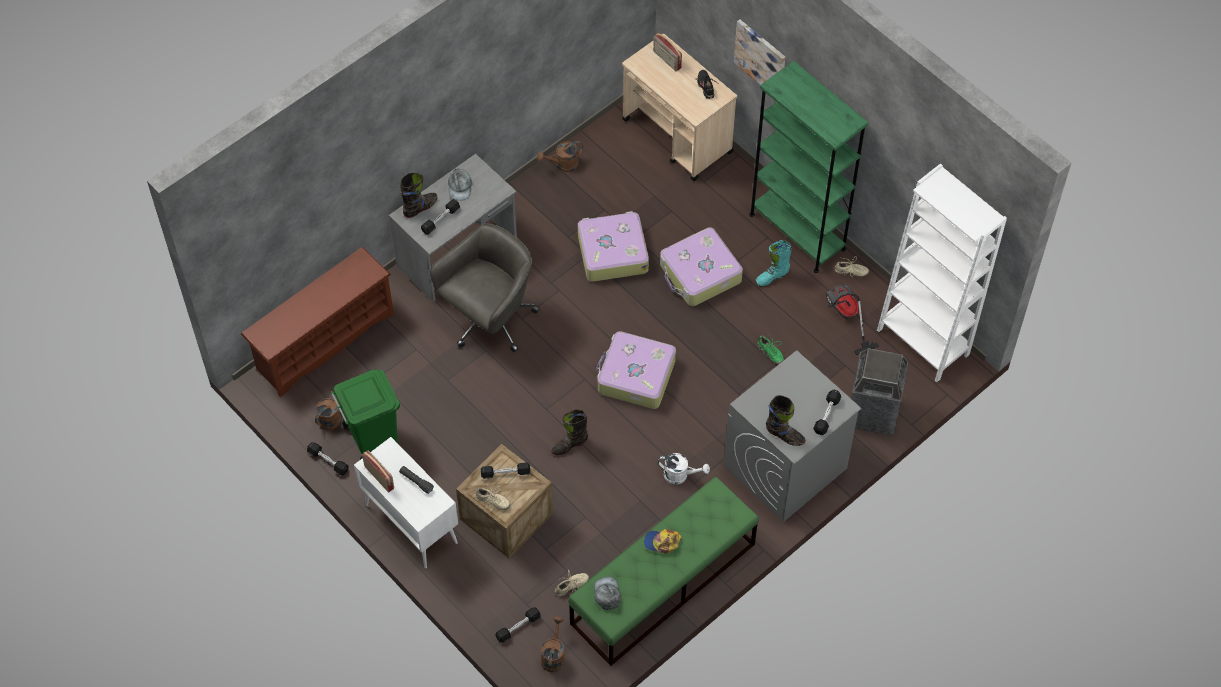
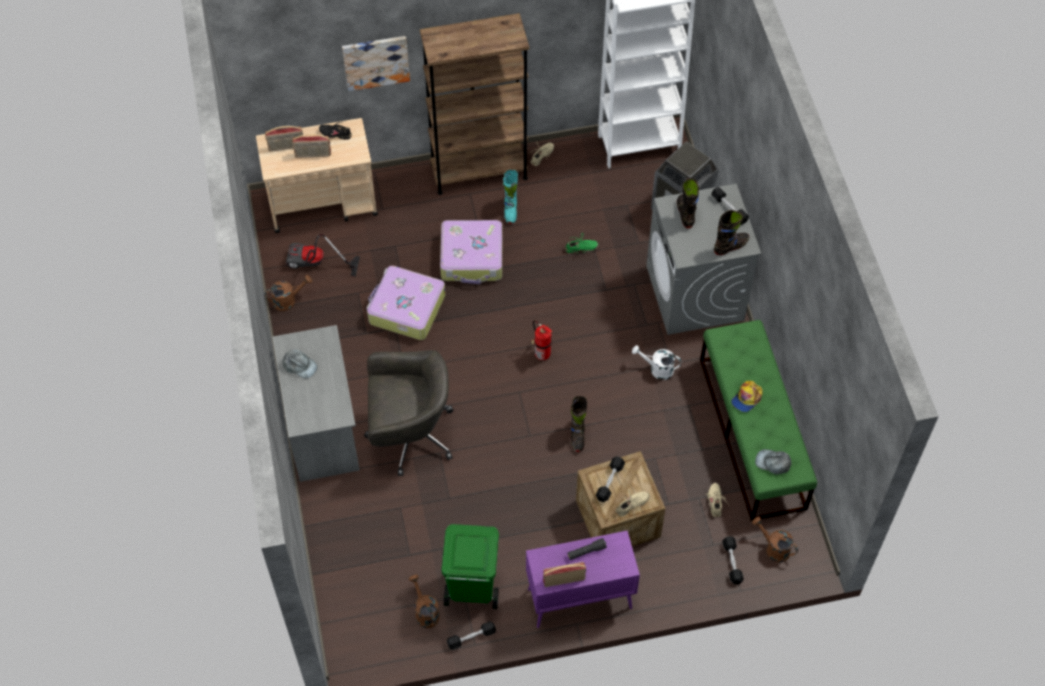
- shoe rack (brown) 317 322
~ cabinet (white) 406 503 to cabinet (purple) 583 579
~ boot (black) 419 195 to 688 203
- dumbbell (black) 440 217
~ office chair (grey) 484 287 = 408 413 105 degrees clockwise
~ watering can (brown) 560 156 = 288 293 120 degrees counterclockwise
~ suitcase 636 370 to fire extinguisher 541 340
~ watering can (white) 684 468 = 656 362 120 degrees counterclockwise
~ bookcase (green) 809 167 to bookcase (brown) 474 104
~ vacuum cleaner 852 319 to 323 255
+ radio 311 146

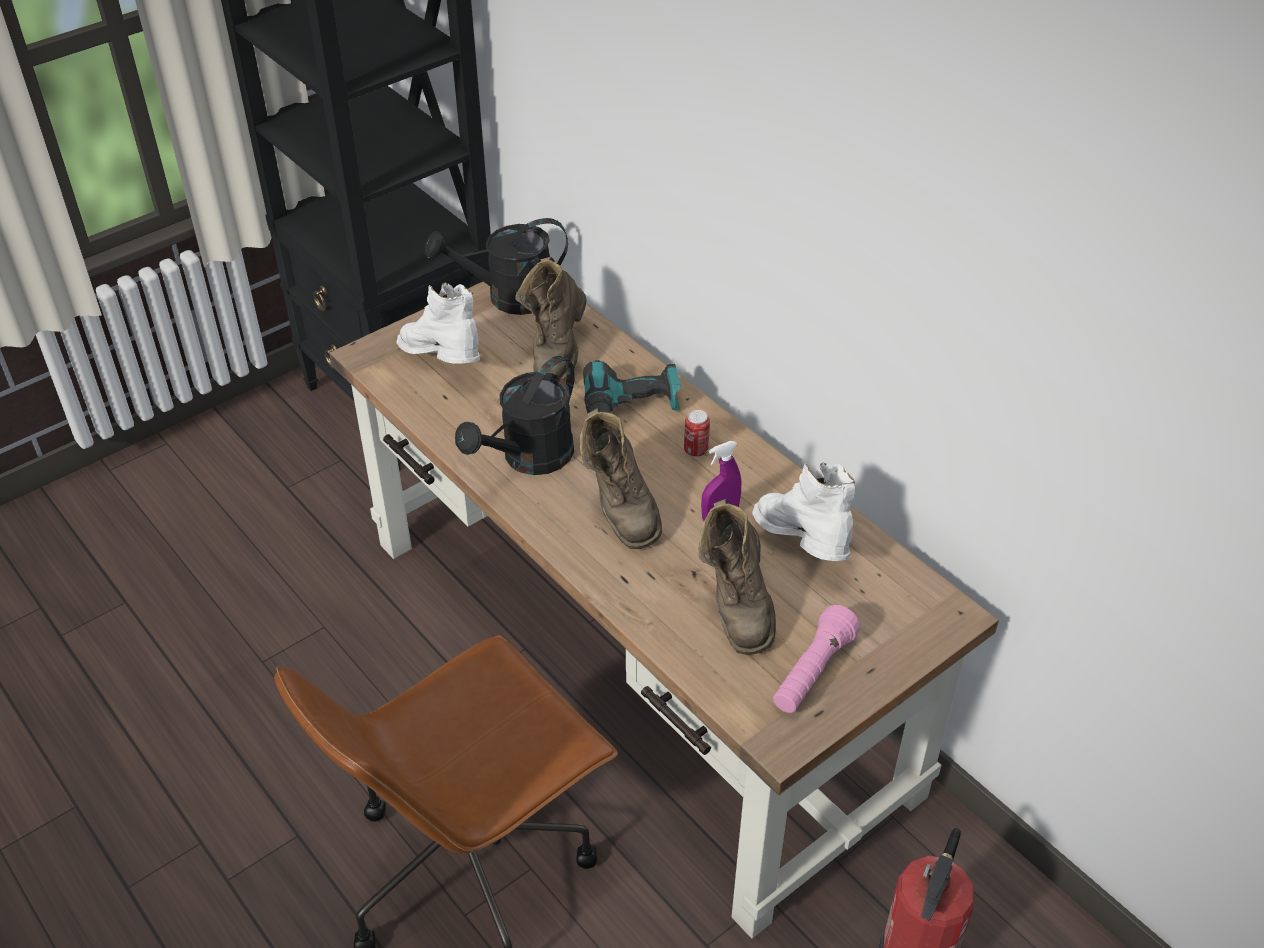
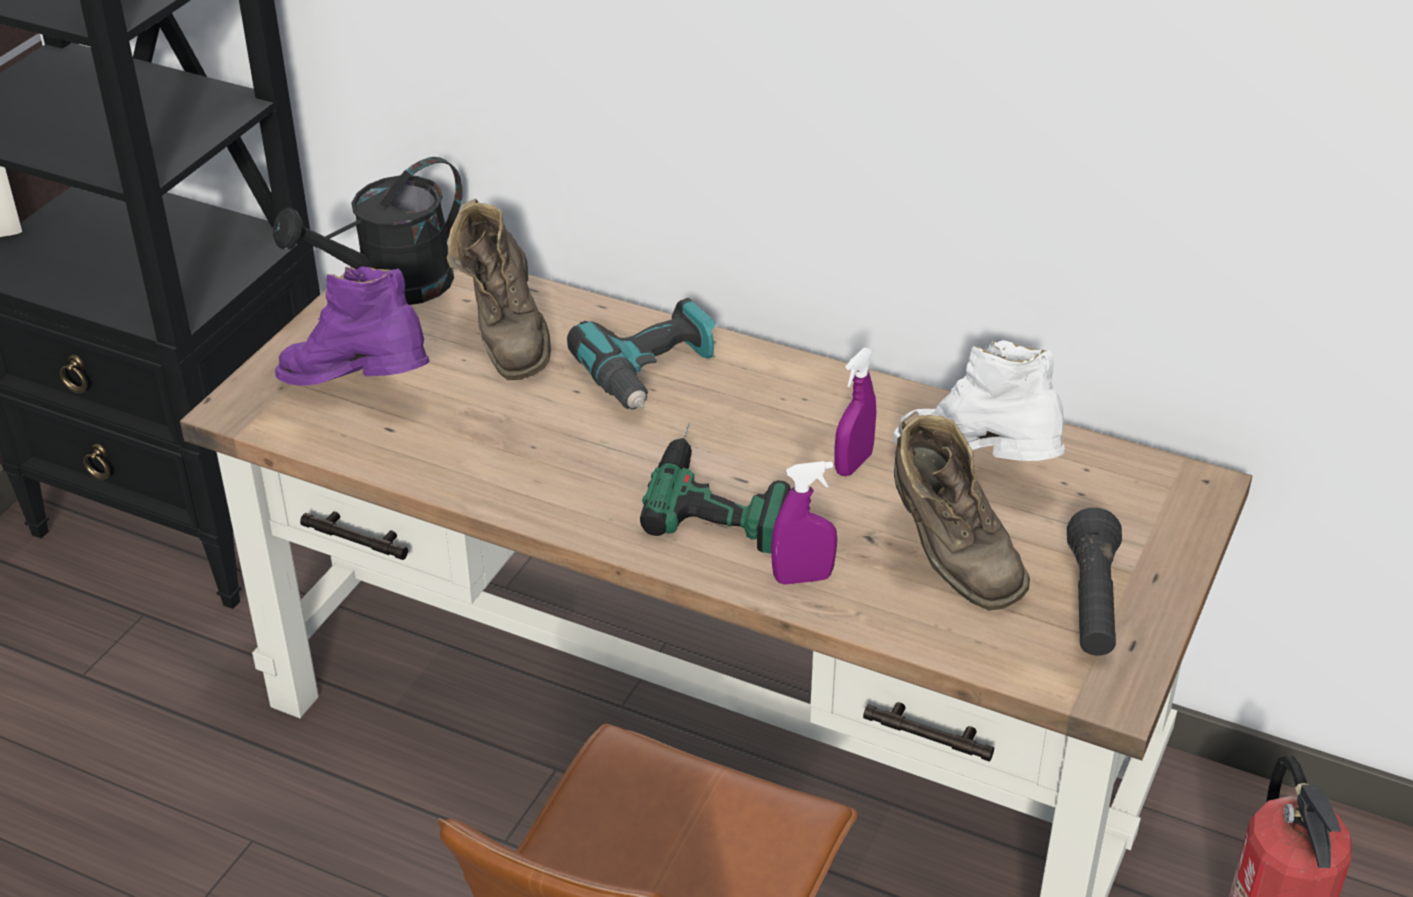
~ boot (white) 438 323 to boot (purple) 352 326
- watering can (black) 515 415
~ boot (brown) 621 478 to power drill 715 488
- can 697 433
~ flashlight (pink) 816 659 to flashlight (black) 1094 582
+ spray bottle (purple) 804 523

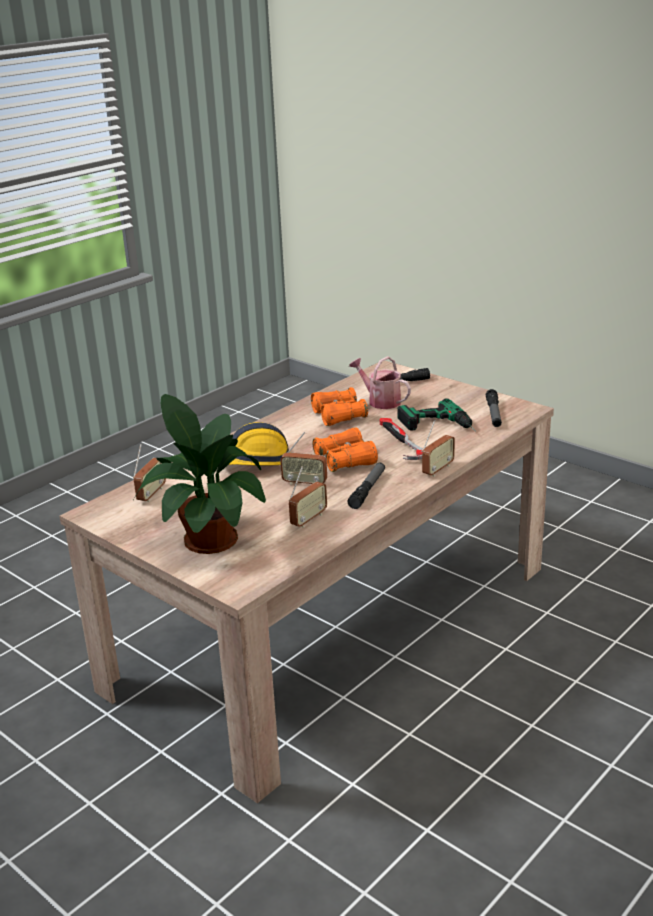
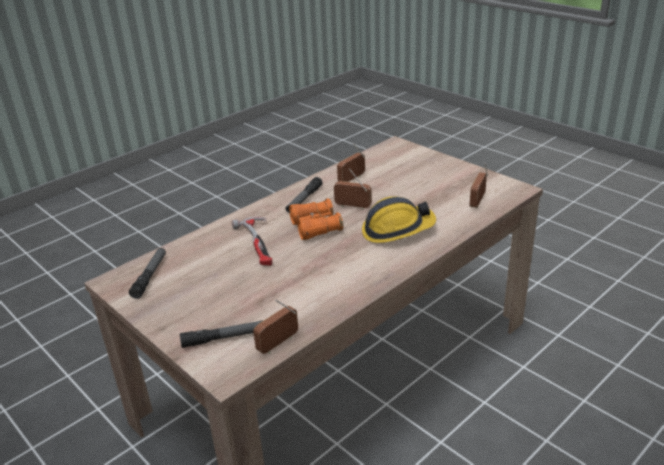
- potted plant 199 474
- binoculars (orange) 339 406
- watering can 380 382
- power drill 436 414
~ radio 438 448 to 275 327

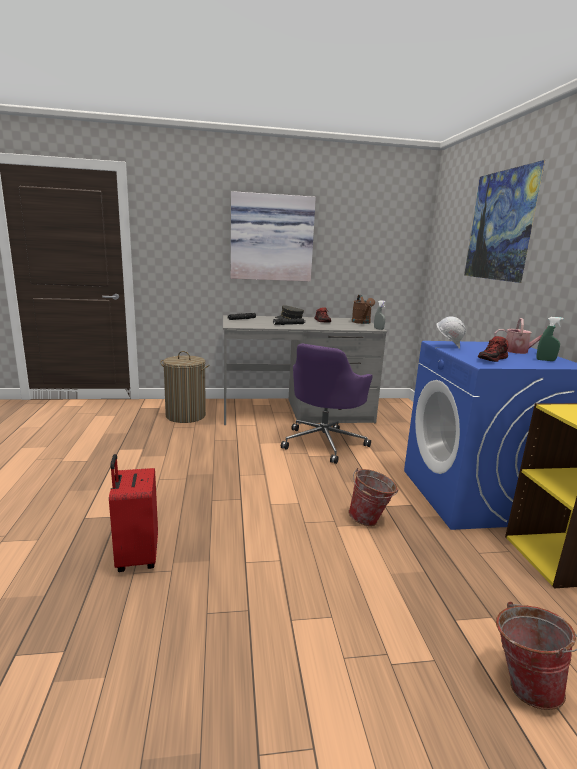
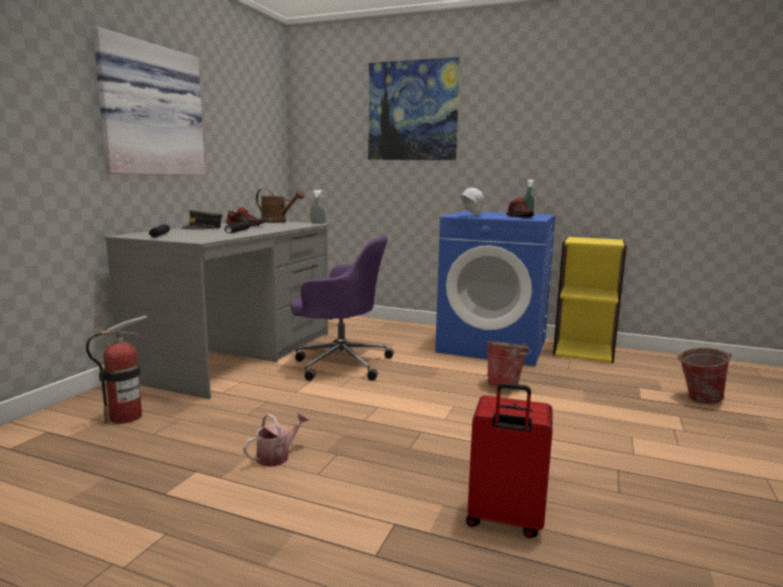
~ laundry basket 185 387 to fire extinguisher 117 370
~ office chair (purple) 327 403 = 342 308 45 degrees counterclockwise
~ watering can 524 336 to 276 440

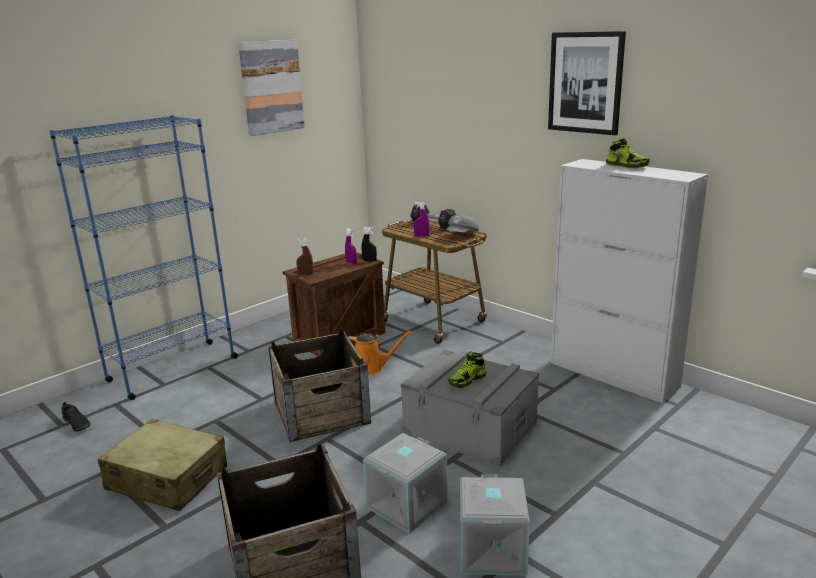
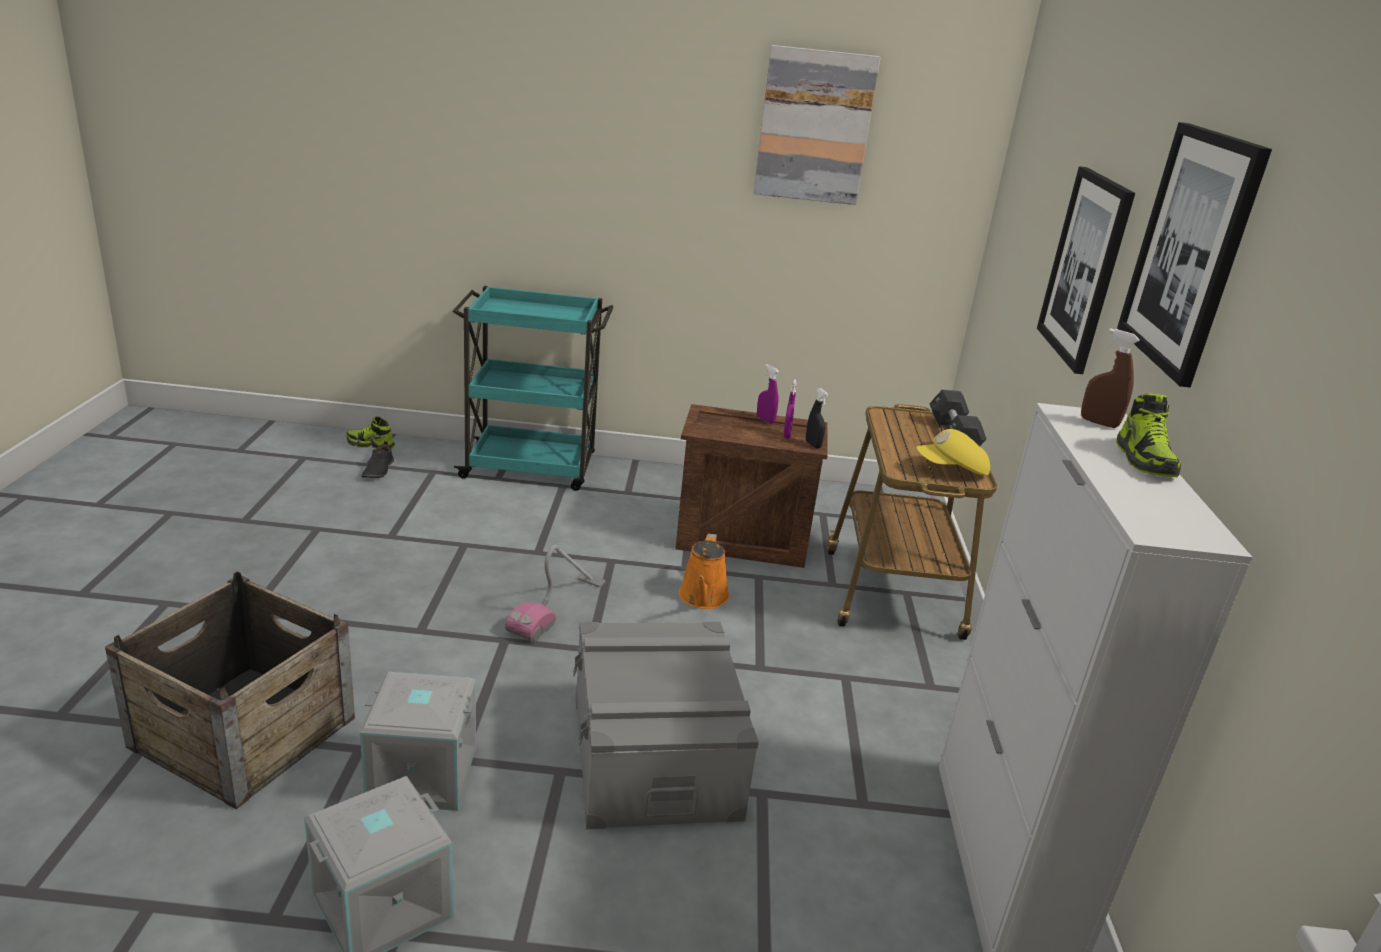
~ bookcase (blue) 143 257 to cart (turquoise) 532 388
- suitcase (beige) 162 465
~ crate 319 385 to vacuum cleaner 555 593
~ spray bottle (brown) 304 257 to 1110 378
~ watering can (orange) 380 353 = 704 571 45 degrees clockwise
~ spray bottle (purple) 422 219 to 768 394
~ cap (grey) 462 223 to cap (yellow) 953 452
~ shoe 467 370 to 370 432
+ picture 1086 270

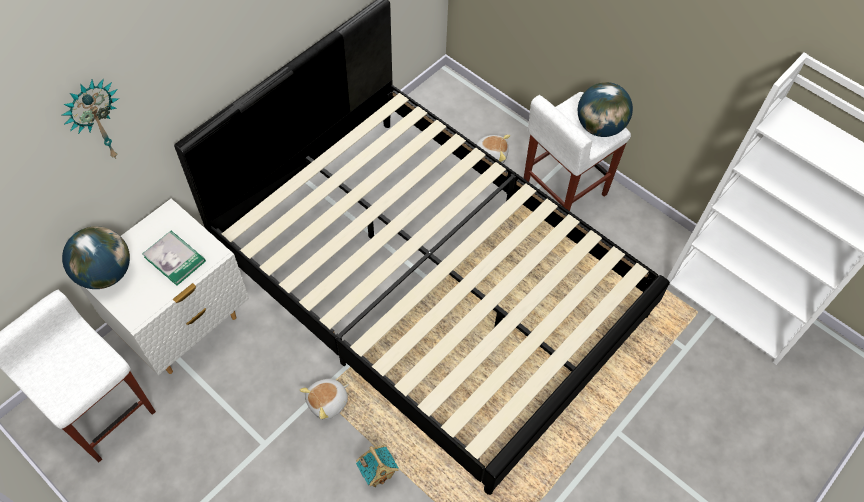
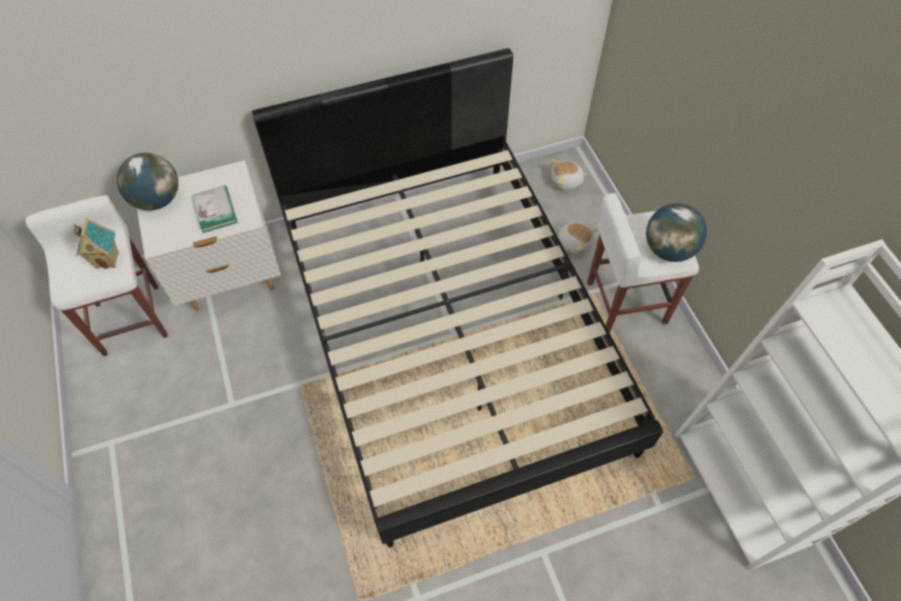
- wall clock 90 118
~ plush toy 324 399 to 568 174
~ toy house 377 466 to 96 243

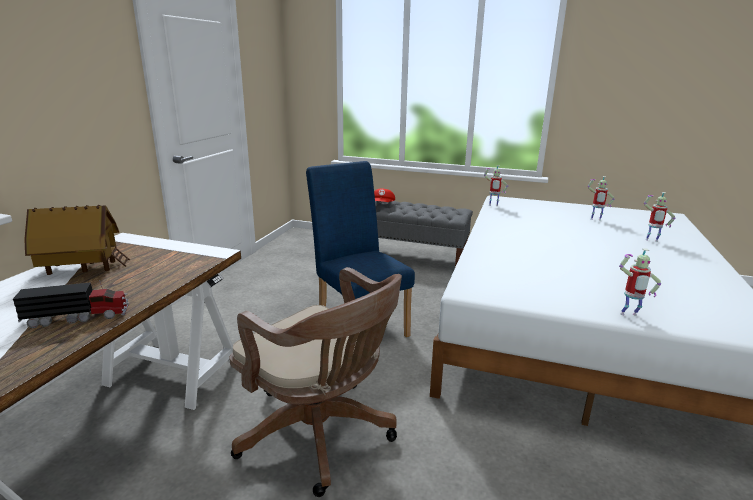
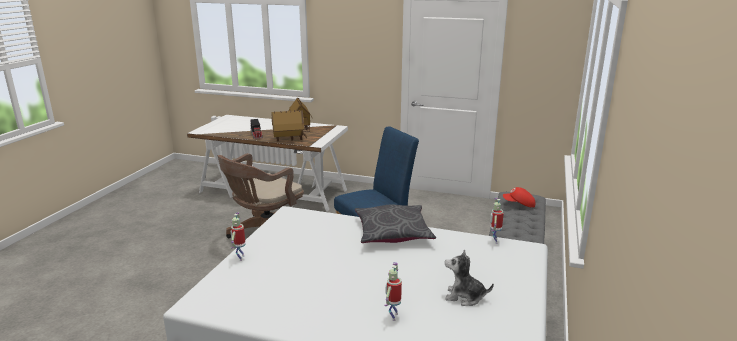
~ toy robot 601 198 to plush toy 469 278
+ toy house 289 125
+ pillow (grey) 395 224

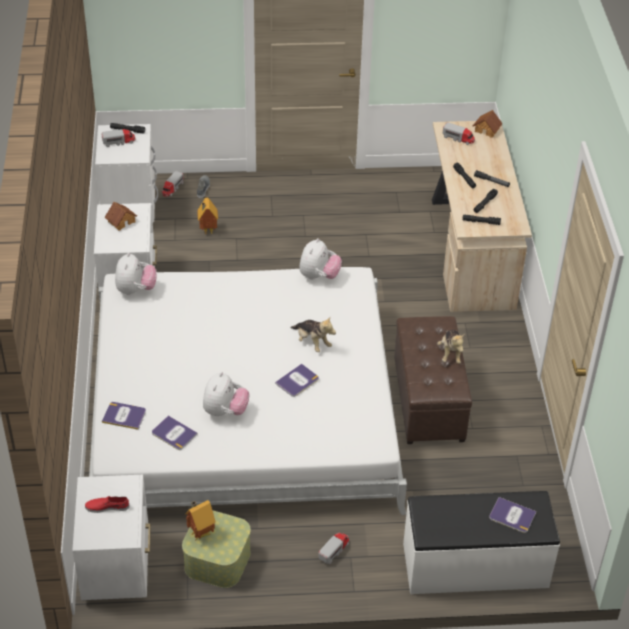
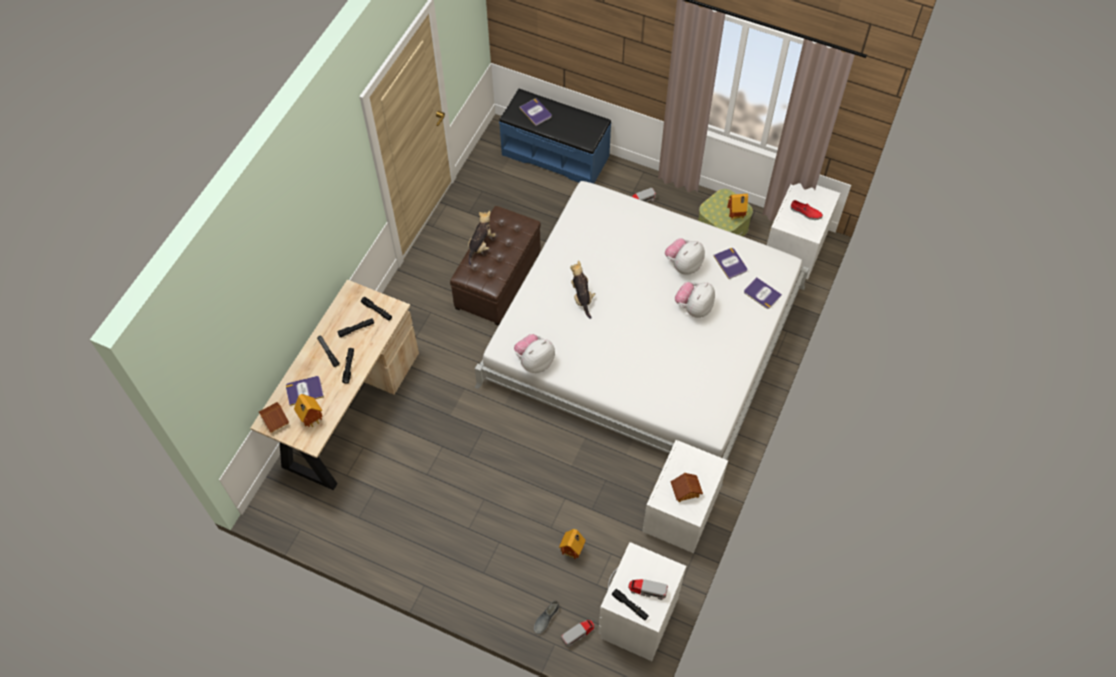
~ plush toy 136 273 to 695 300
~ book 297 380 to 305 391
~ bench (white) 481 542 to bench (blue) 555 136
~ toy truck 459 134 to toy house 308 410

